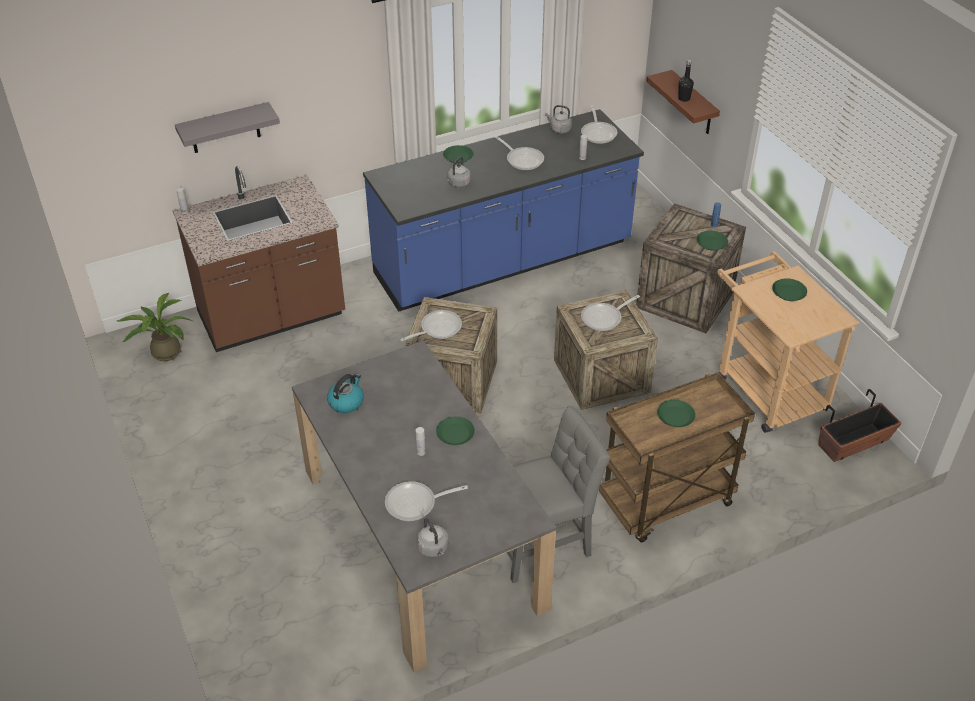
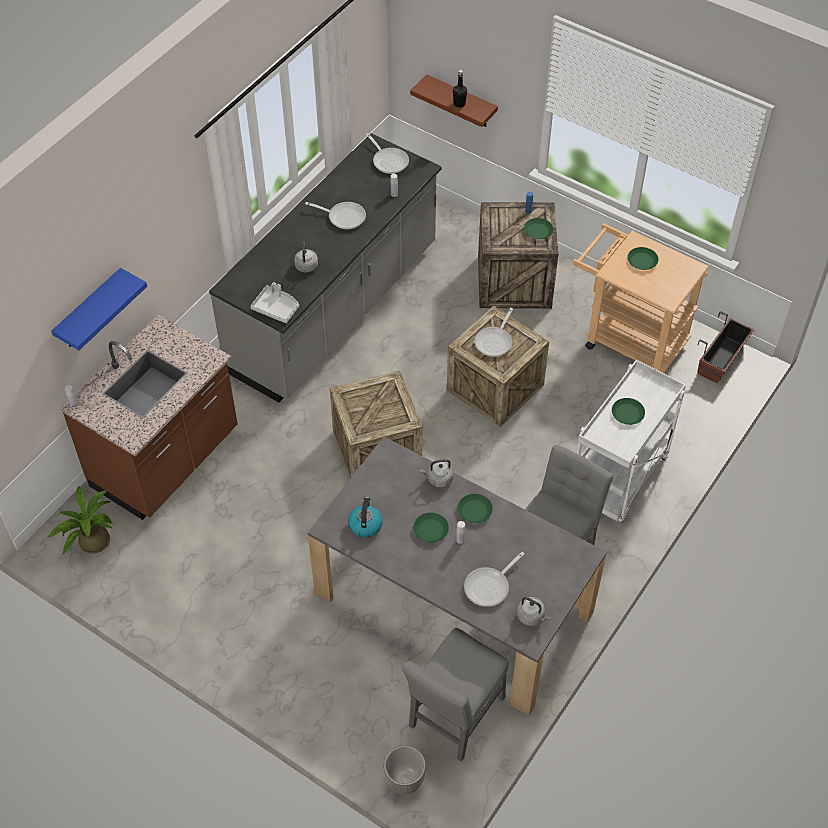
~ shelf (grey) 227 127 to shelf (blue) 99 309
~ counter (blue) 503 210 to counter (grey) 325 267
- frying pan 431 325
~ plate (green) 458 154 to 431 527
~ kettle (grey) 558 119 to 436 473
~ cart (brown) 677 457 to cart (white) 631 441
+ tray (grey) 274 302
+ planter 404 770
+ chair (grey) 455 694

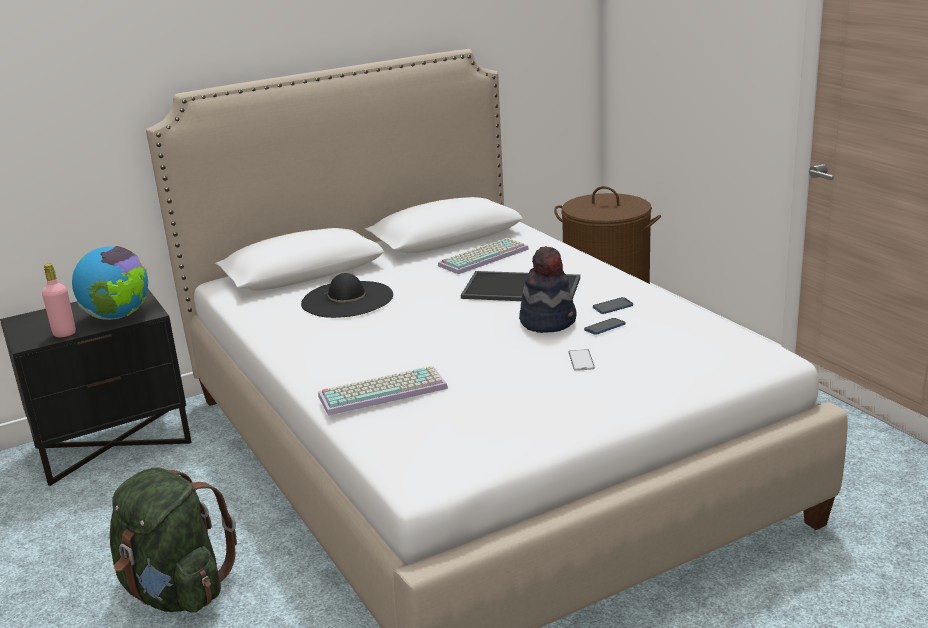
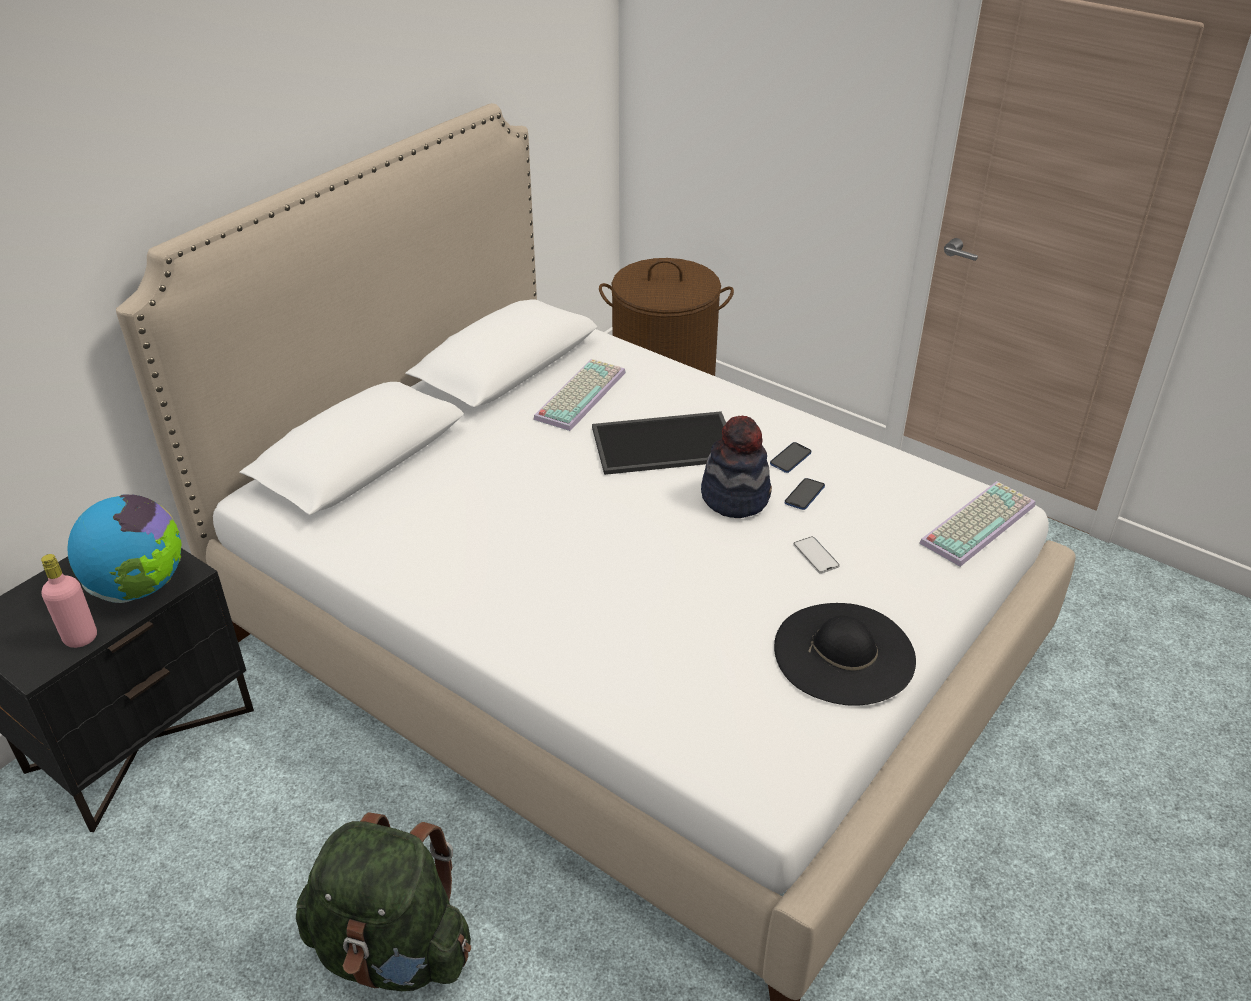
~ hat (black) 347 295 to 845 654
~ keyboard 383 390 to 977 524

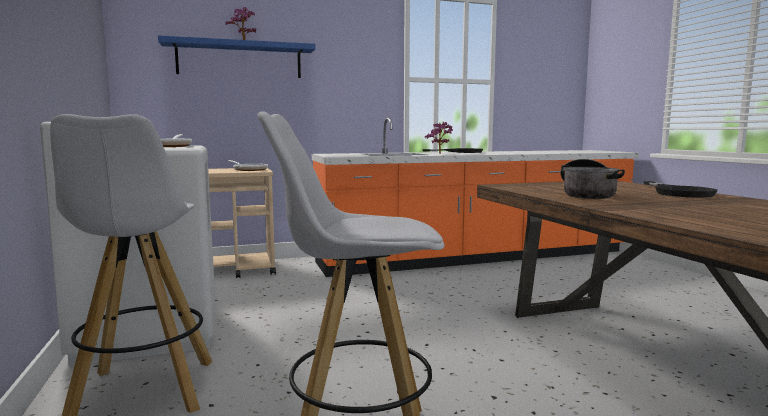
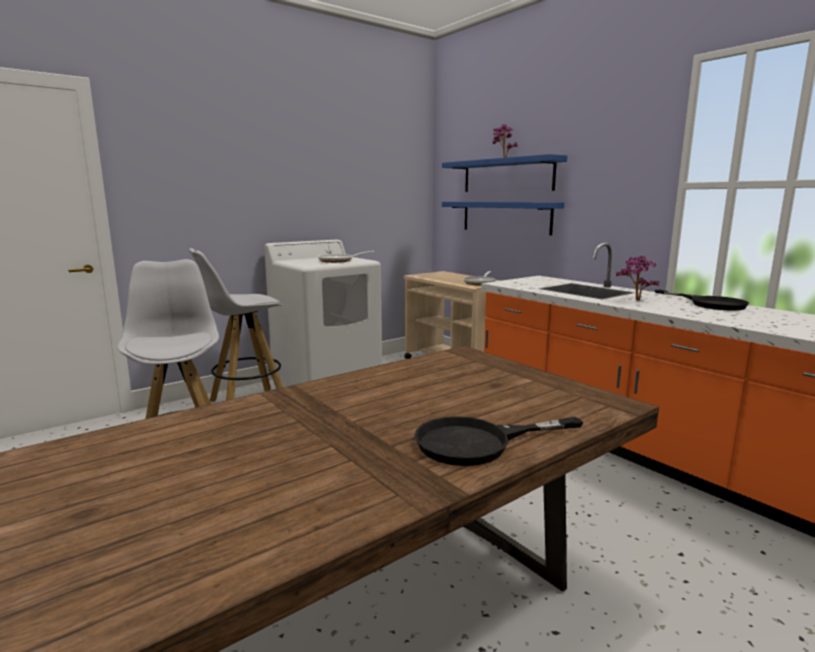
- cooking pot 592 179
+ shelf (blue) 503 218

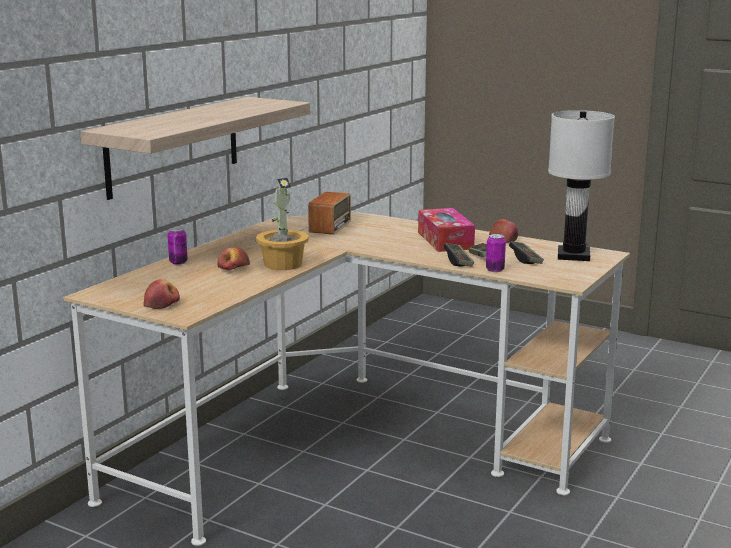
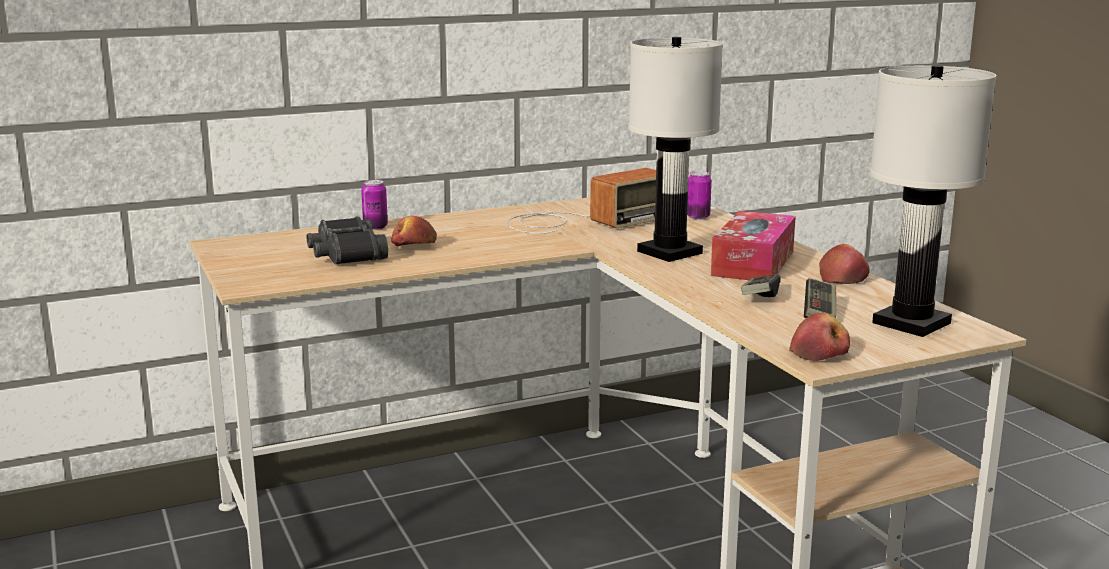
- shelf 195 148
~ apple 162 294 to 820 337
- potted plant 282 224
- game controller 459 255
~ can 496 253 to 699 195
+ binoculars (black) 347 240
+ table lamp (white) 675 149

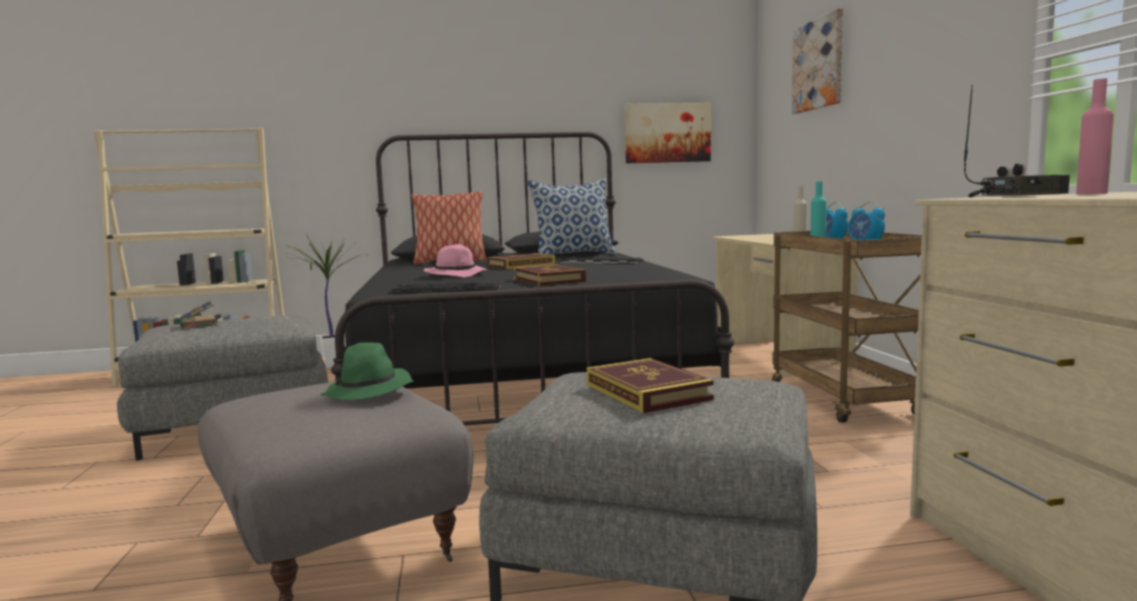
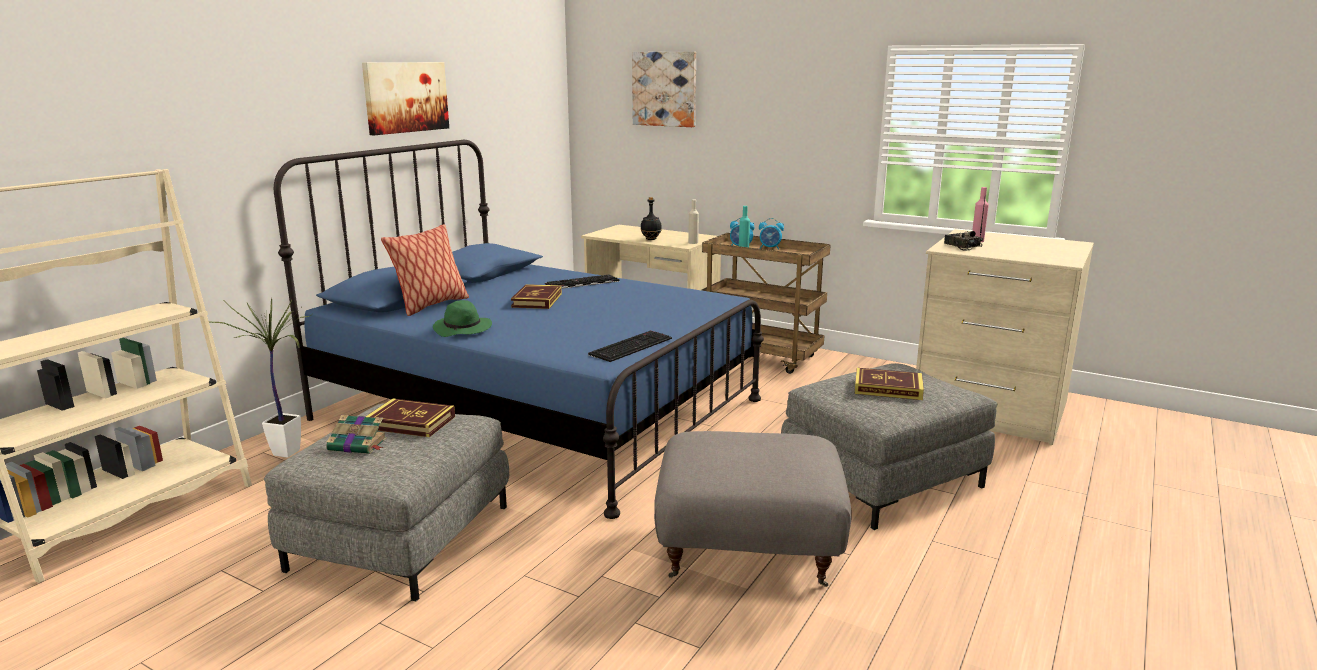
~ hat (green) 367 371 to 462 318
~ bed (black) 533 279 to bed (blue) 519 329
- hat (pink) 455 261
~ book 550 275 to 410 417
- pillow 572 216
~ picture 668 133 to 405 98
~ radio 1017 141 = 964 224 60 degrees counterclockwise
+ bottle (black) 651 218

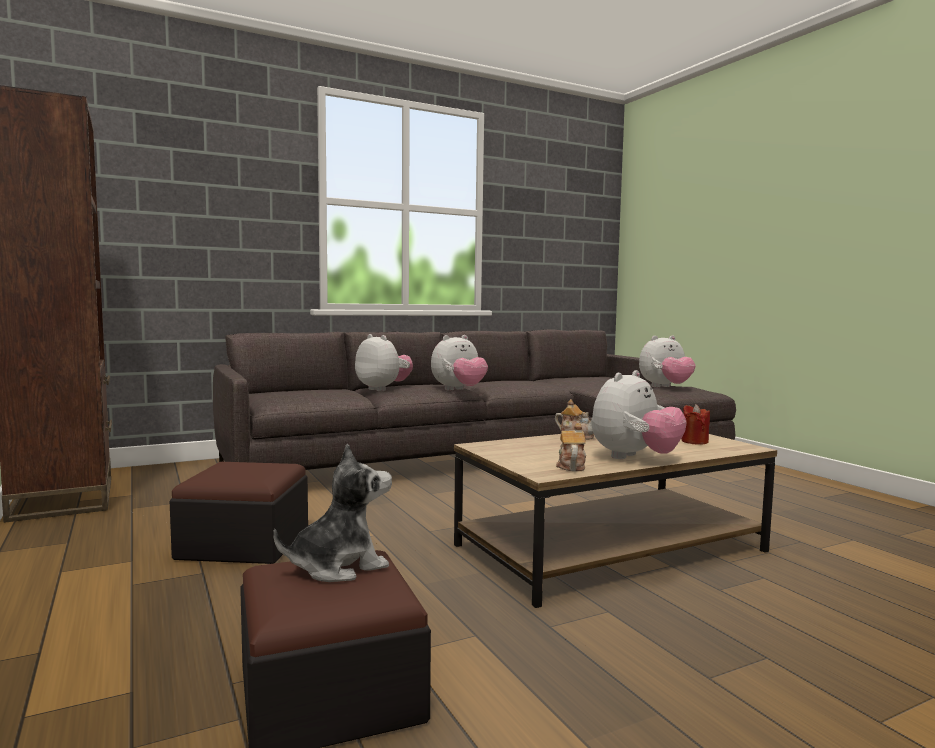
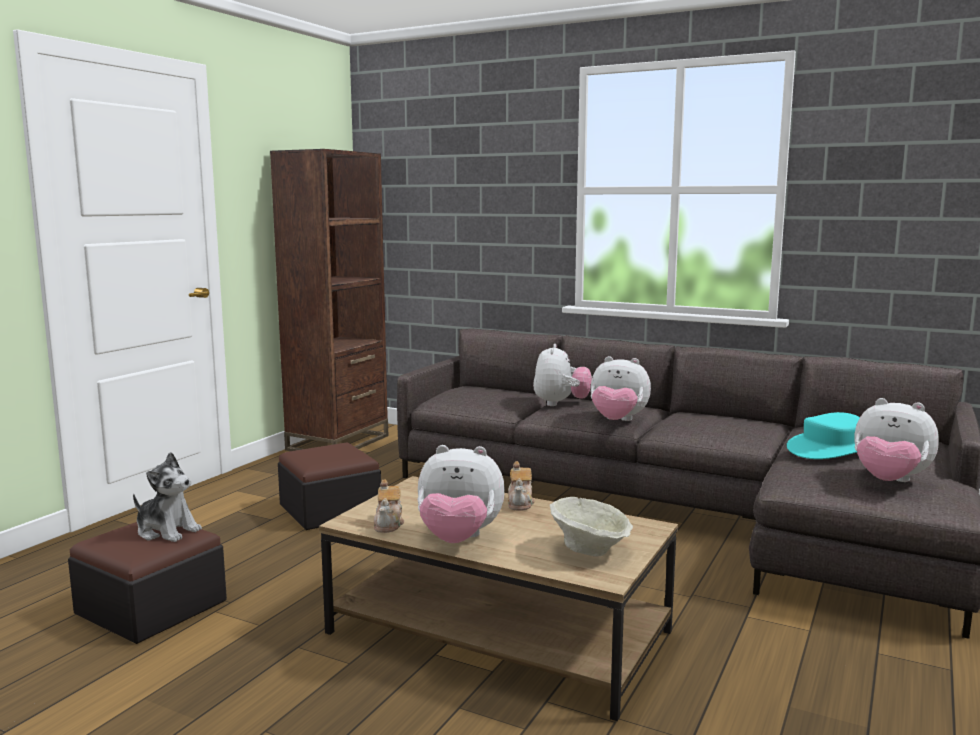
~ teapot 571 447 = 388 506 120 degrees clockwise
~ candle (red) 695 424 to bowl (beige) 591 526
+ hat (turquoise) 823 435

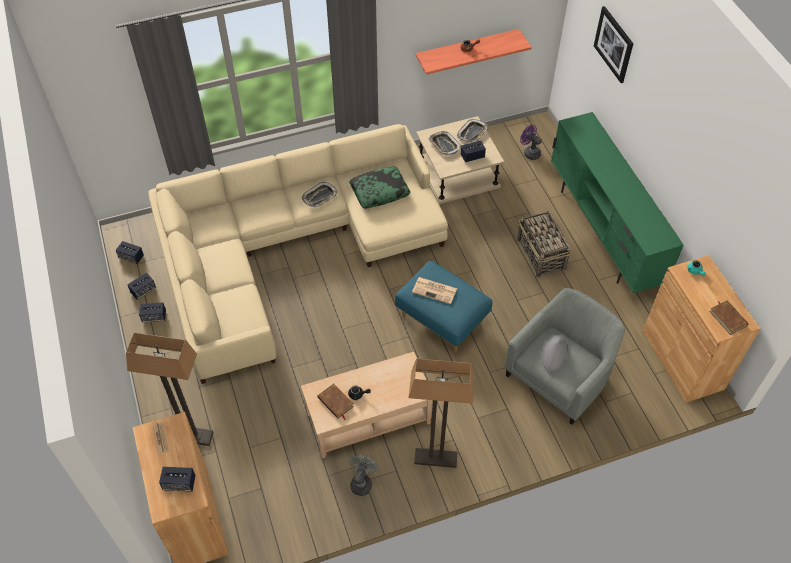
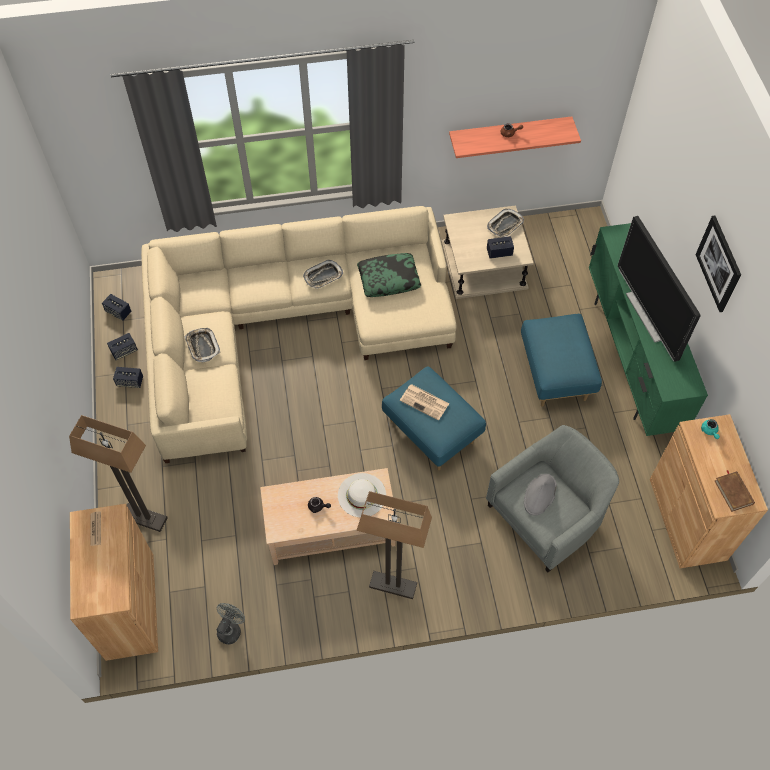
- speaker 177 479
- book (brown) 336 402
~ fan (grey) 364 476 to 231 623
~ tray 444 143 to 202 345
~ basket 544 244 to ottoman (blue) 561 360
- fan (purple) 531 142
~ picture 613 44 to 718 264
+ hat (white) 362 495
+ television 659 289

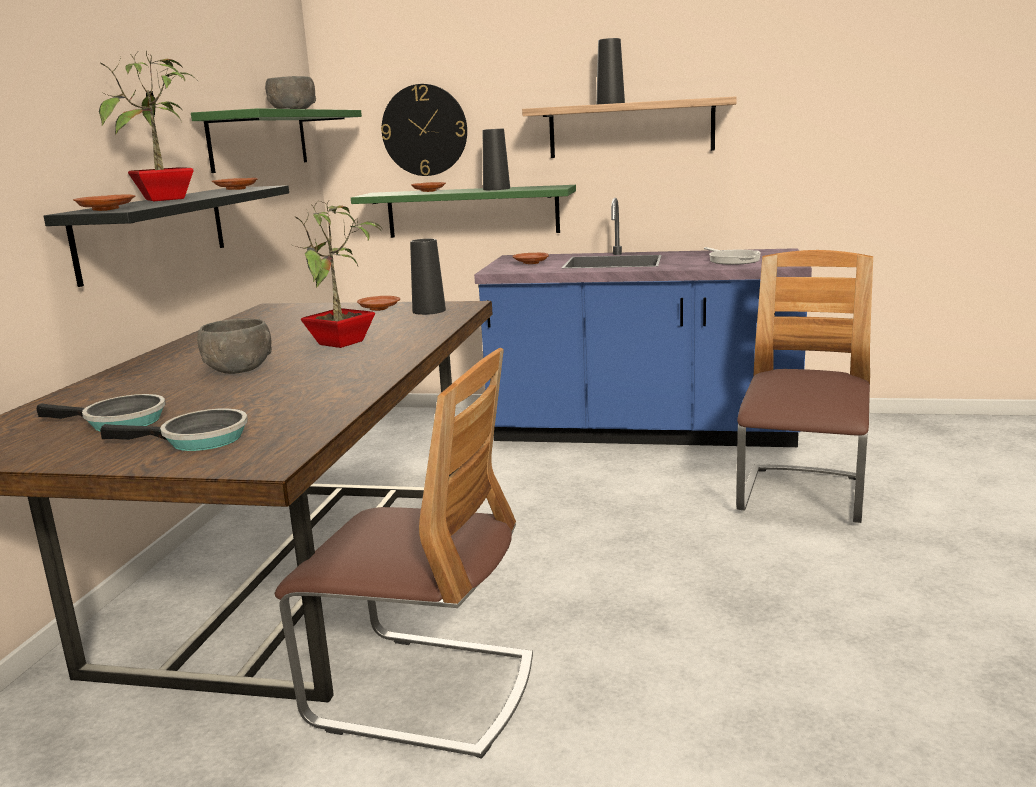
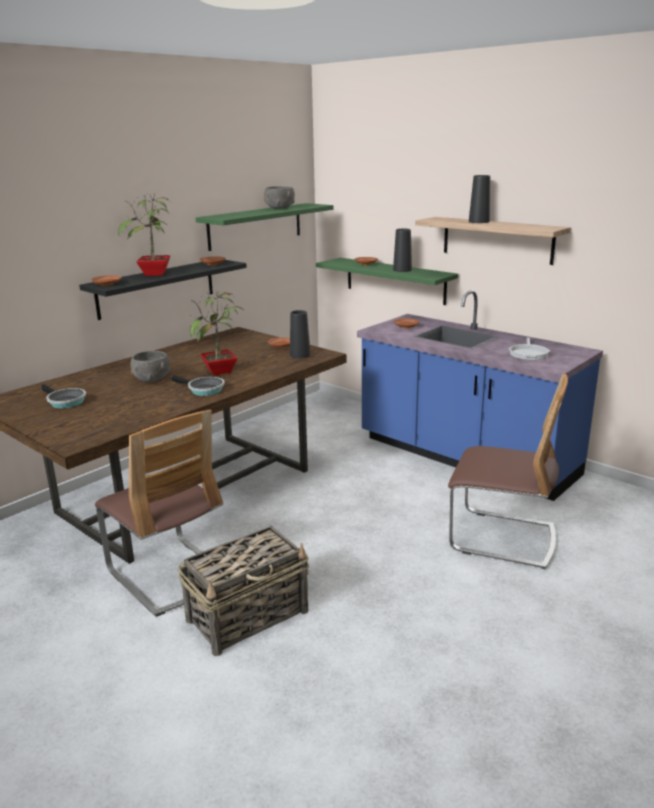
~ frying pan 174 430 to 198 385
- wall clock 424 130
~ chair 804 386 = 508 471 60 degrees clockwise
+ basket 243 591

